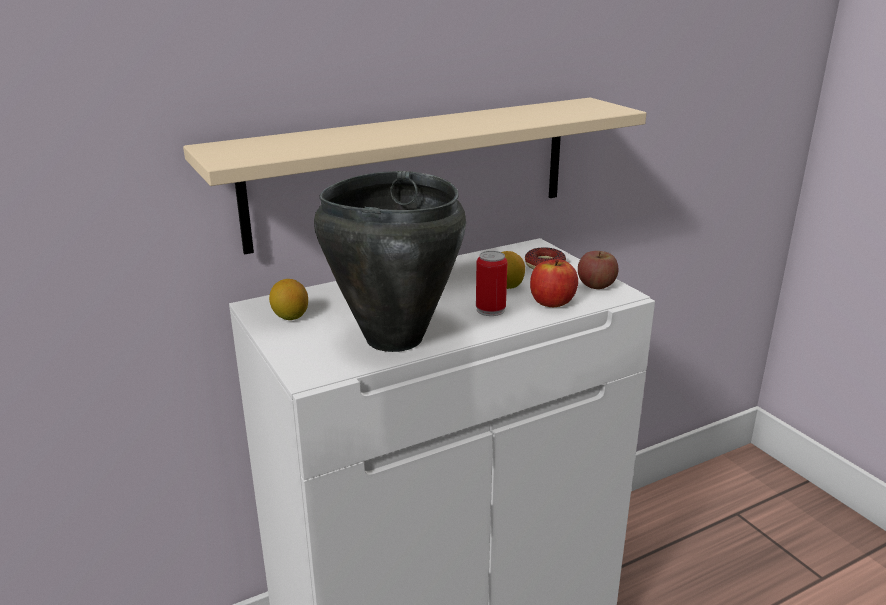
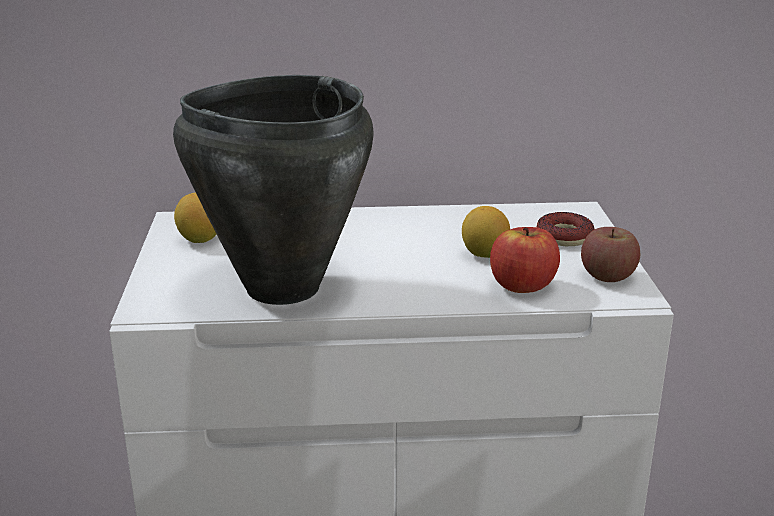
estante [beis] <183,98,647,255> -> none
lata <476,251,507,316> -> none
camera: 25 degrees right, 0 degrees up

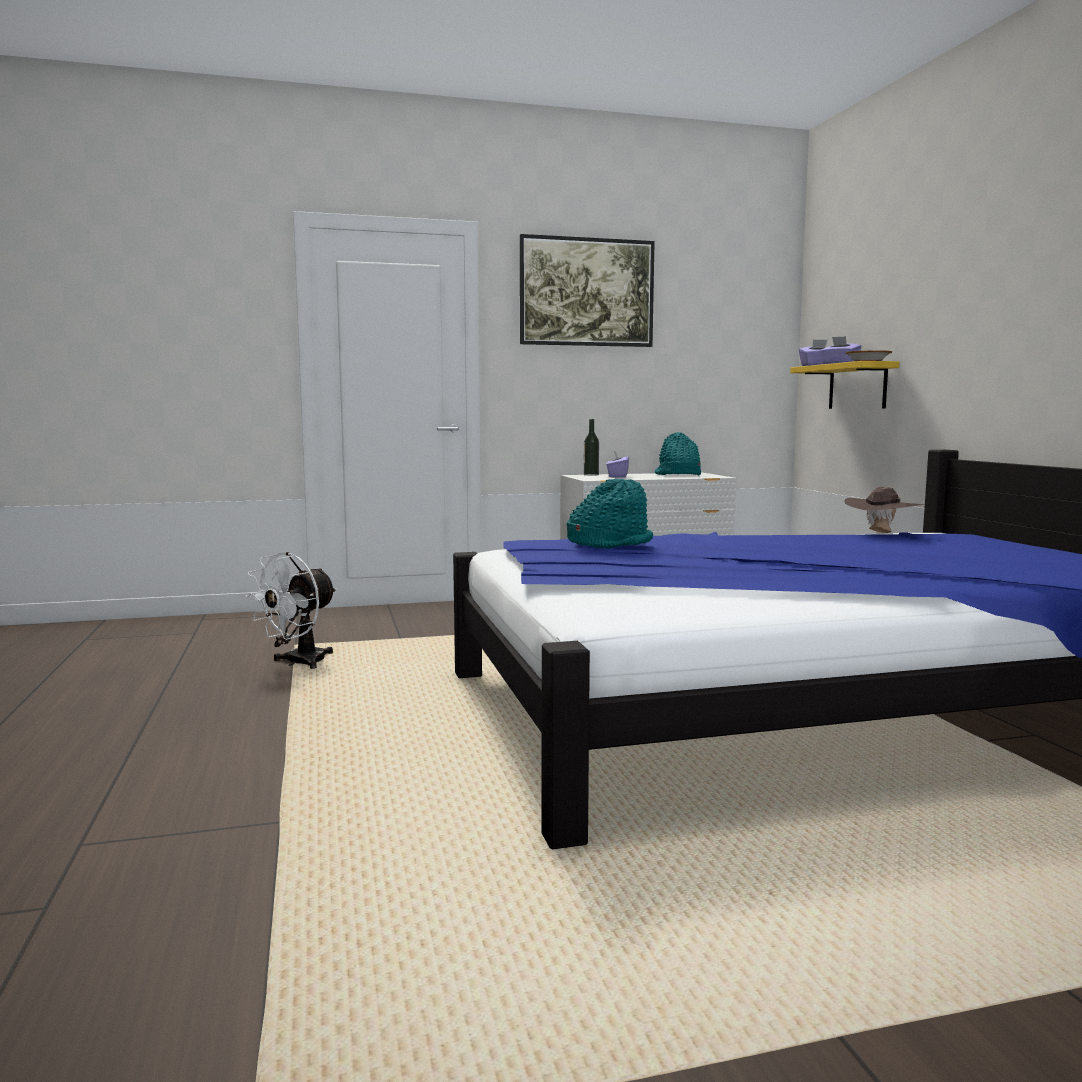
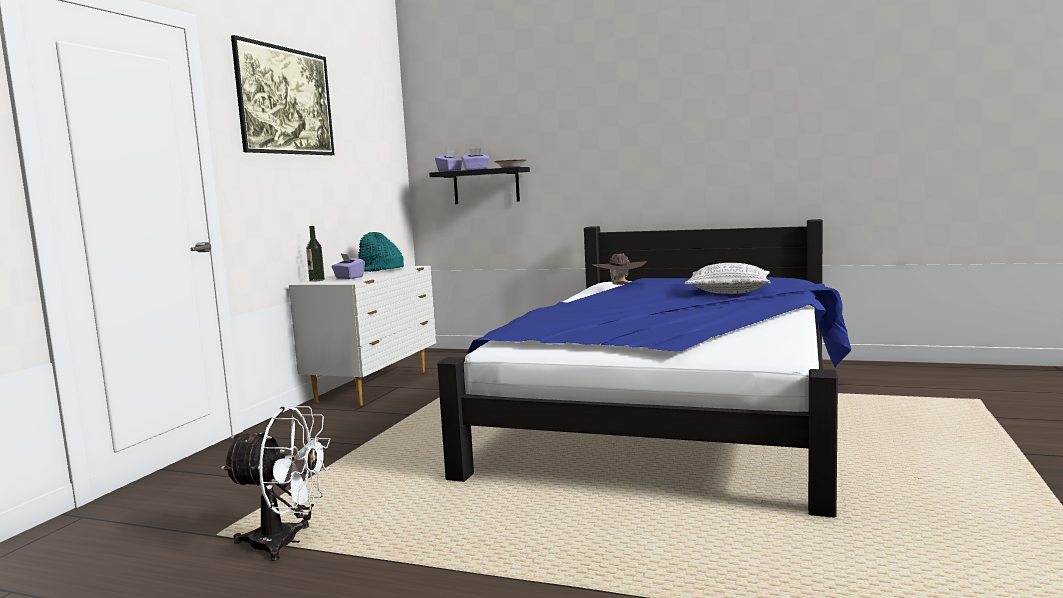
ventilador [blanco] <245,552,337,669> -> ventilador [blanco] <221,406,331,561>, 60 degrees counterclockwise
estante [amarillo] <790,361,899,409> -> estante [negro] <429,167,530,204>
none -> cojín <685,263,771,294>
sombrero [turquesa] <567,479,653,549> -> none
camera: 55 degrees left, 0 degrees up

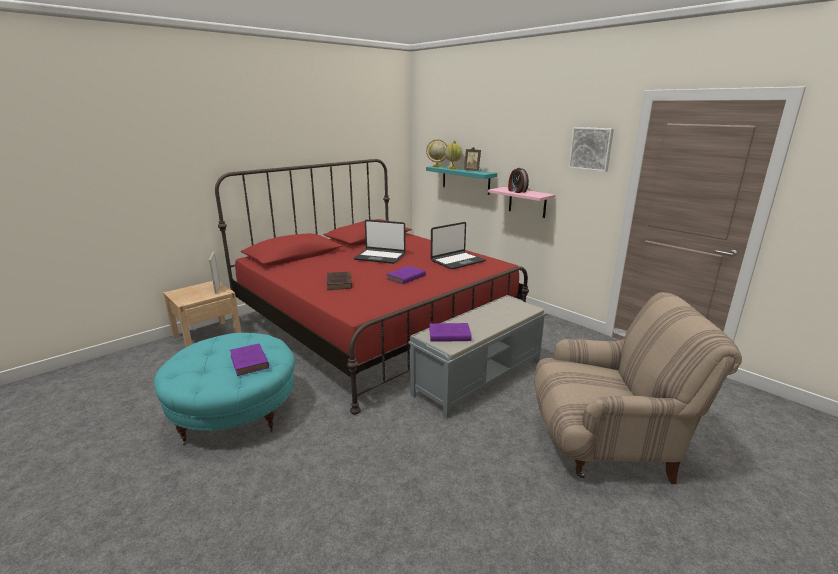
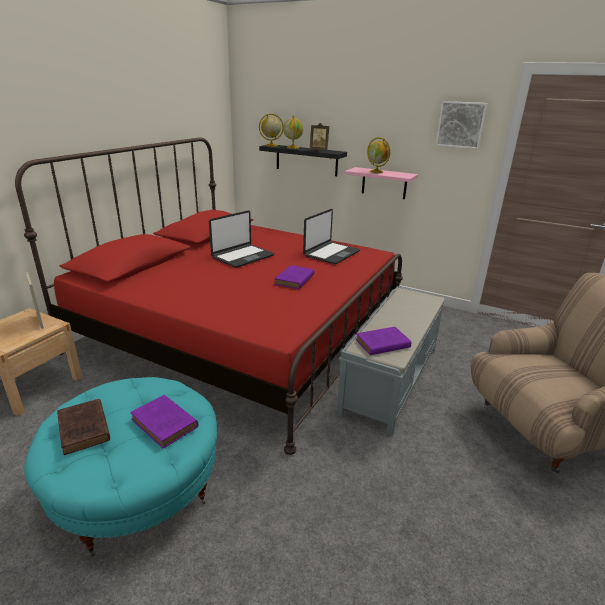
libro [marrón] <327,271,352,290> -> libro [marrón] <57,399,110,455>, relocated
portátil <354,220,406,264> -> portátil <209,210,275,268>, 45 degrees counterclockwise
estante [turquesa] <426,166,497,195> -> estante [negro] <259,145,347,176>
despertador <508,168,529,193> -> globo terráqueo <367,137,390,173>
camera: 20 degrees left, 5 degrees up

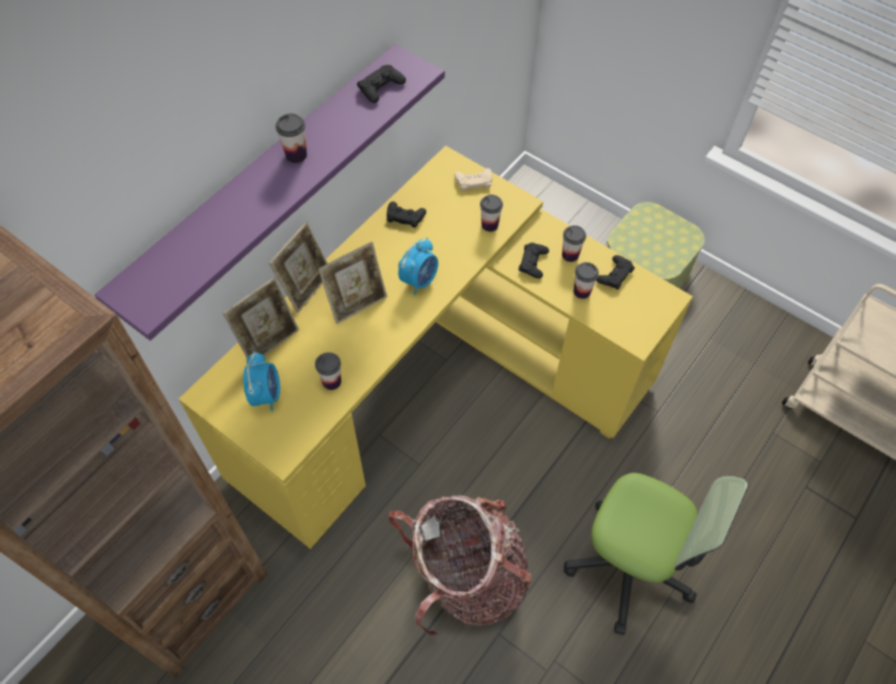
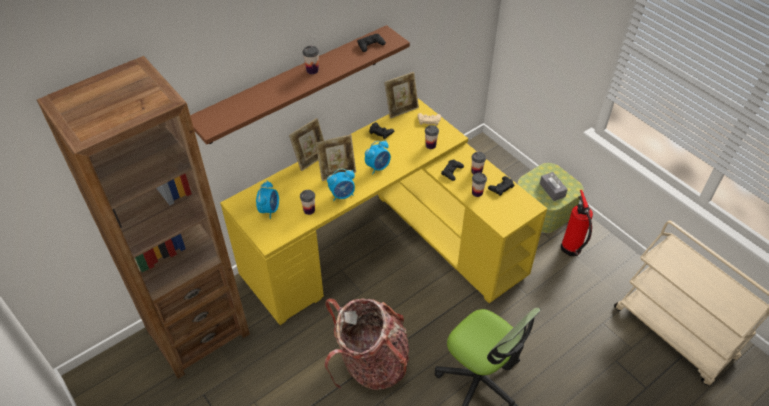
estante [morado] <95,44,445,341> -> estante [marrón] <190,25,410,145>
none -> despertador <327,169,355,201>
portarretratos <223,277,299,358> -> portarretratos <384,72,419,119>, relocated
none -> caja de pañuelos [gris] <540,172,568,201>
none -> extintor <561,190,593,256>
camera: 15 degrees right, 10 degrees down

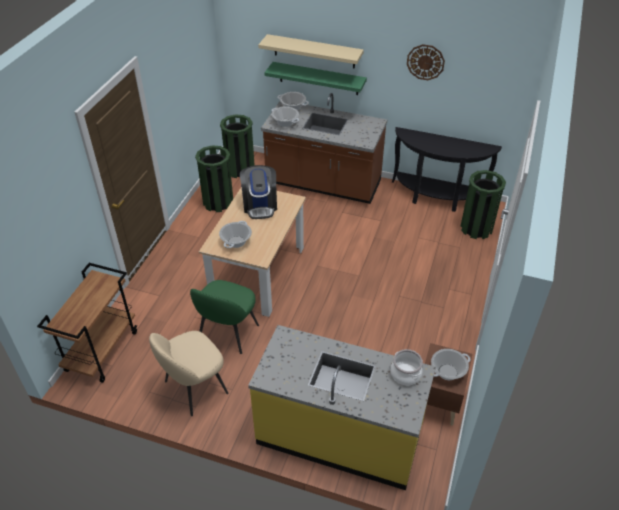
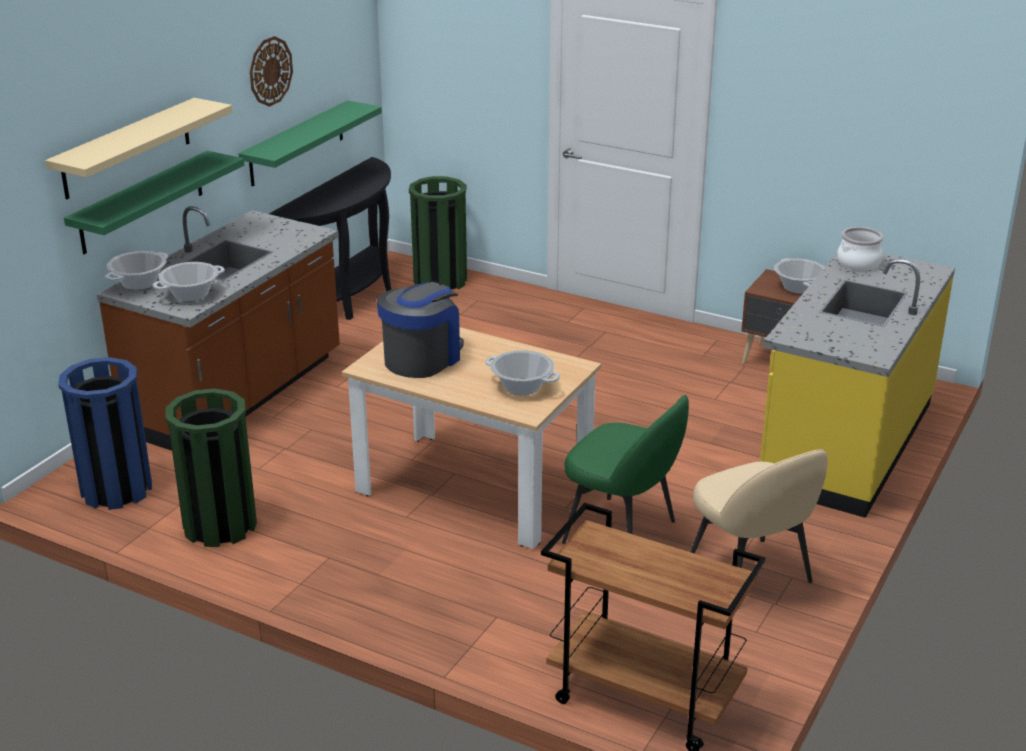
papelera [verde] <220,114,255,178> -> papelera [azul] <58,357,152,510>
none -> estante [verde] <238,100,382,187>
cafetera <240,165,277,219> -> cafetera <377,281,464,378>, 60 degrees counterclockwise
camera: 80 degrees left, 15 degrees down

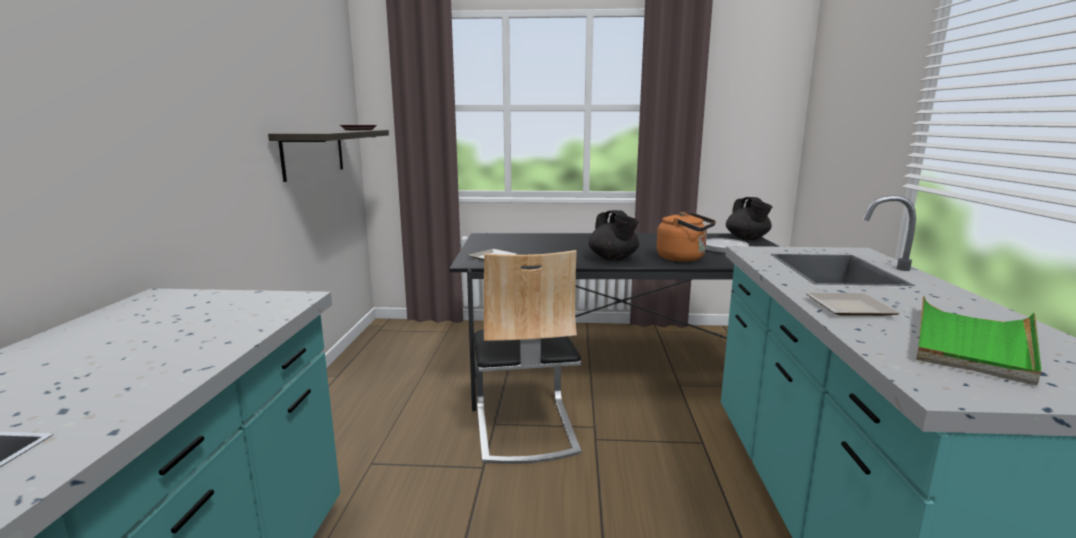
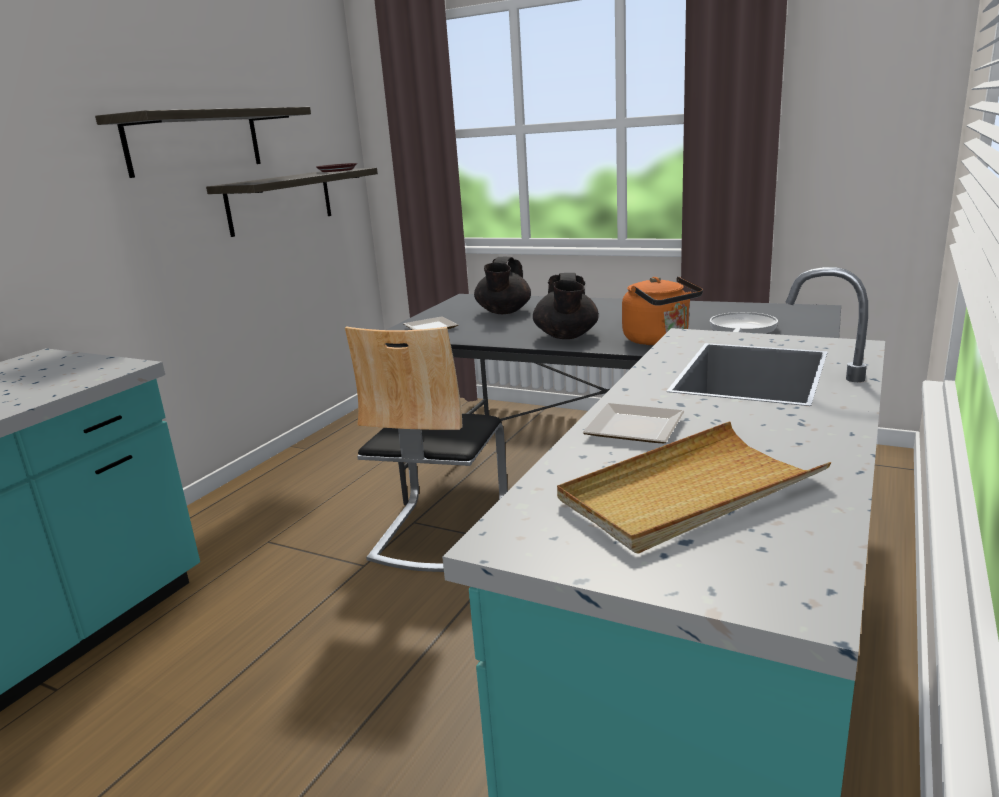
none -> estante <95,107,311,178>
tetera [negro] <726,197,772,240> -> tetera [negro] <474,257,531,314>, relocated
bandeja [verde] <916,296,1041,385> -> bandeja [beis] <557,421,832,554>
camera: 25 degrees right, 5 degrees up

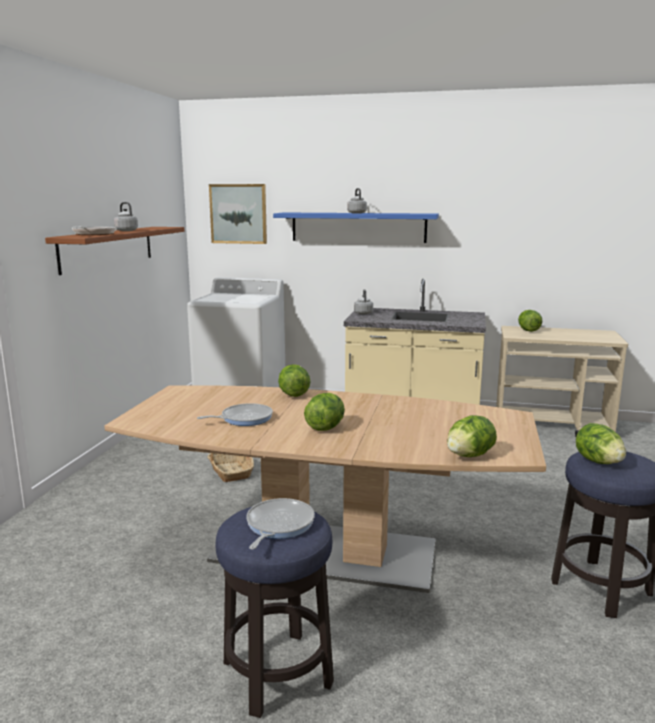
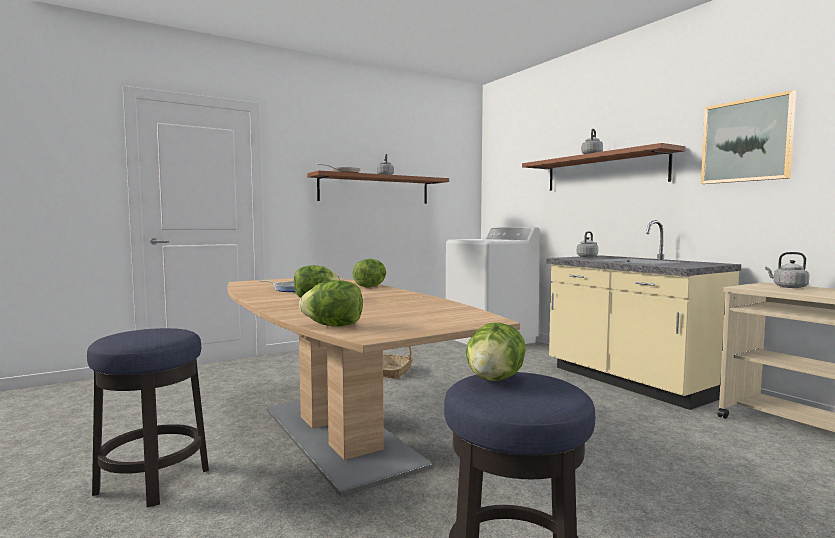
estante [azul] <273,213,439,243> -> estante [marrón] <522,143,685,191>
cuadro <209,184,267,244> -> cuadro <701,90,796,184>, relocated
lechuga <518,310,542,332> -> hervidor [gris] <765,252,809,288>
sartén <246,498,315,549> -> none
camera: 45 degrees right, 10 degrees down

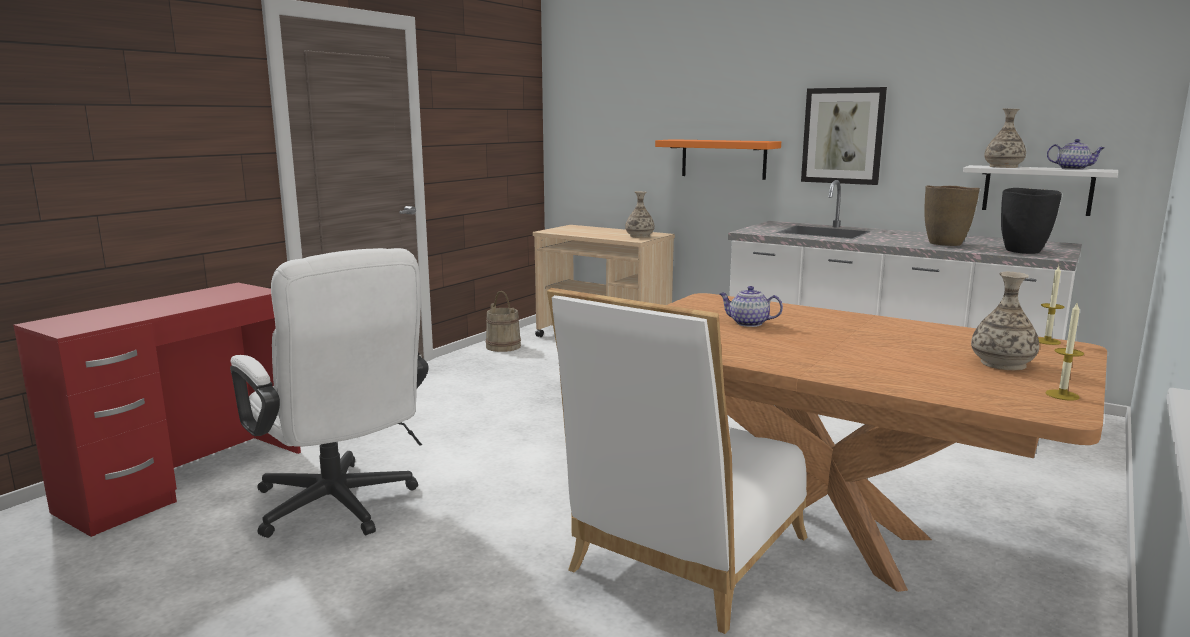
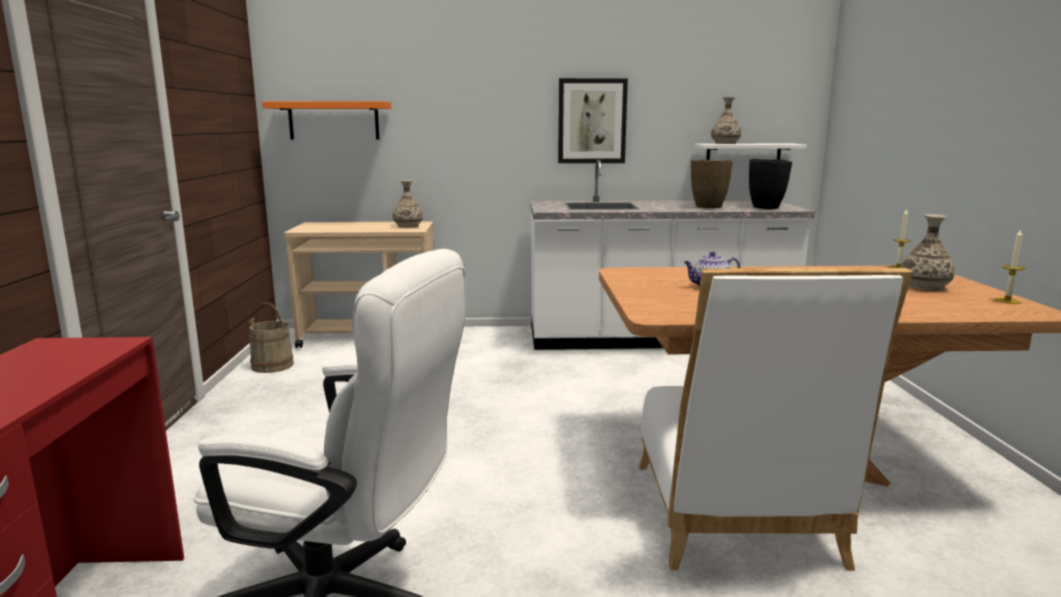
estante [naranja] <655,139,781,180> -> estante [naranja] <262,101,391,139>, relocated
tetera <1047,139,1105,170> -> none
camera: 35 degrees left, 0 degrees up

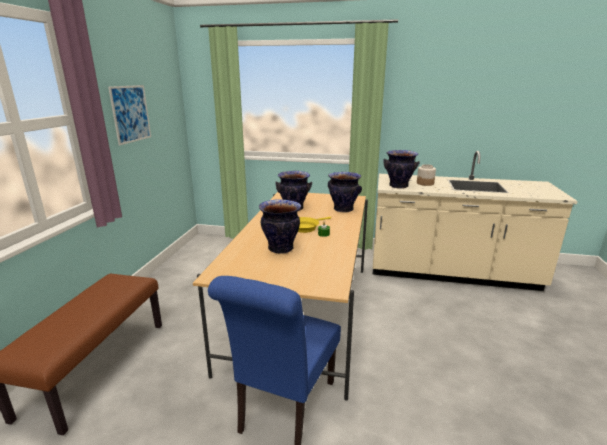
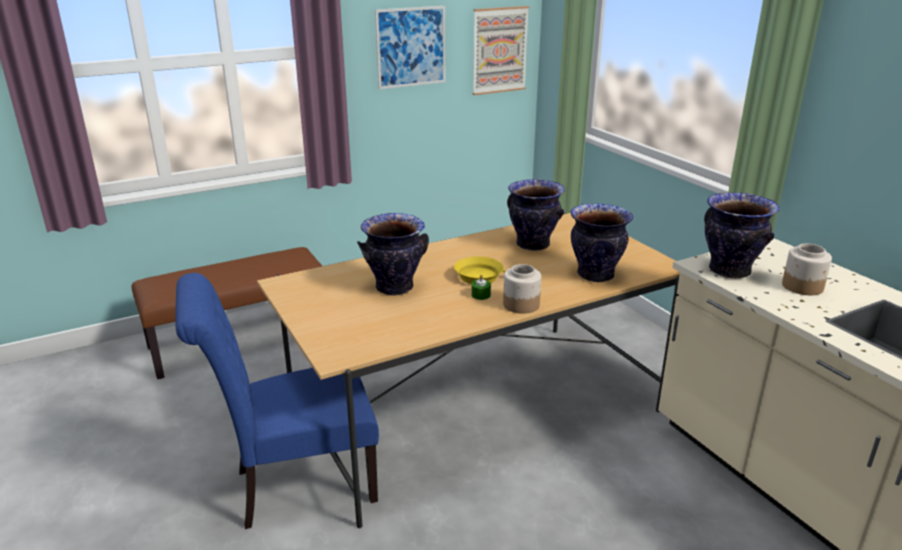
none -> cuadro <472,6,529,95>
none -> tarro <503,264,541,314>
camera: 50 degrees right, 5 degrees up

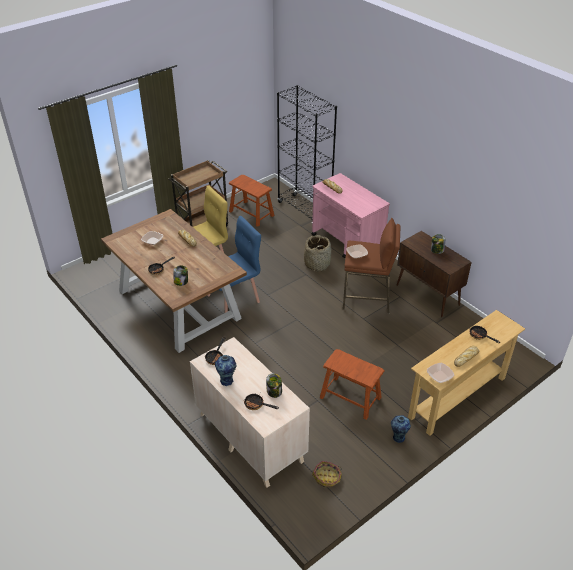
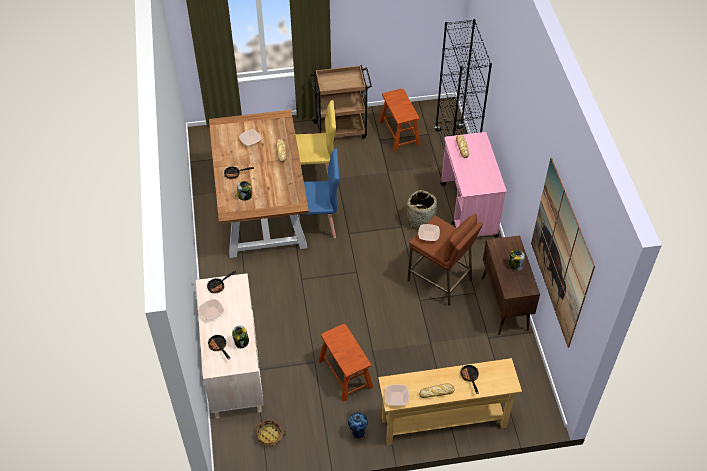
florero <215,355,237,386> -> cuenco <198,299,224,320>
none -> cuadro <531,158,595,348>
camera: 30 degrees right, 10 degrees up

